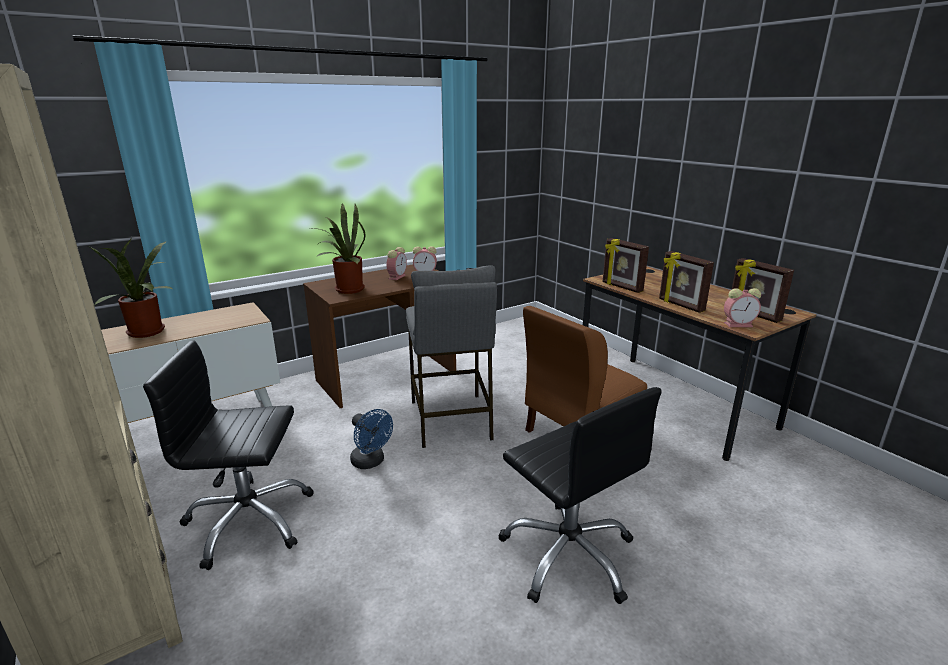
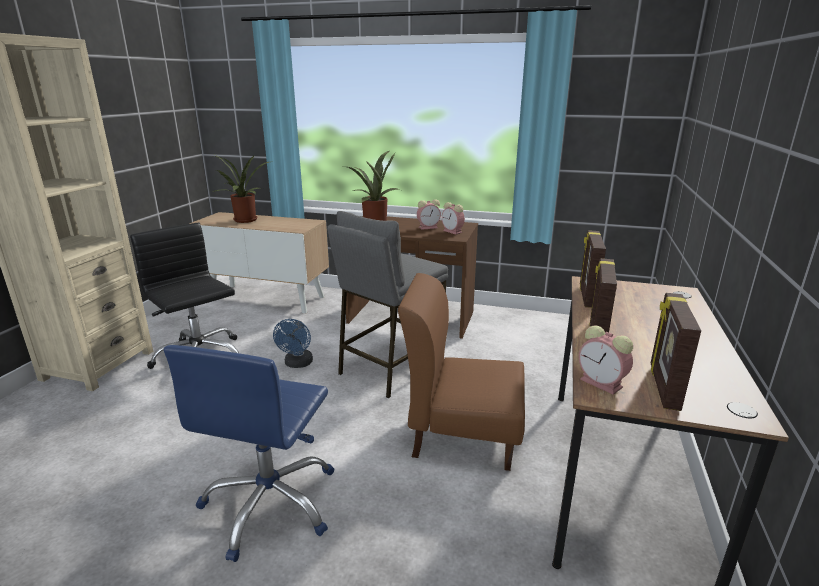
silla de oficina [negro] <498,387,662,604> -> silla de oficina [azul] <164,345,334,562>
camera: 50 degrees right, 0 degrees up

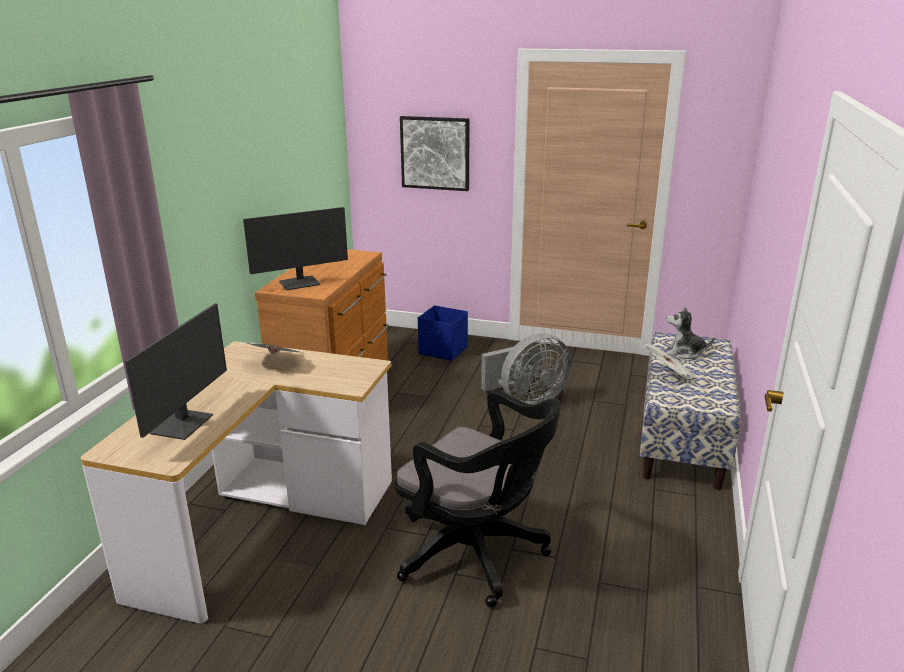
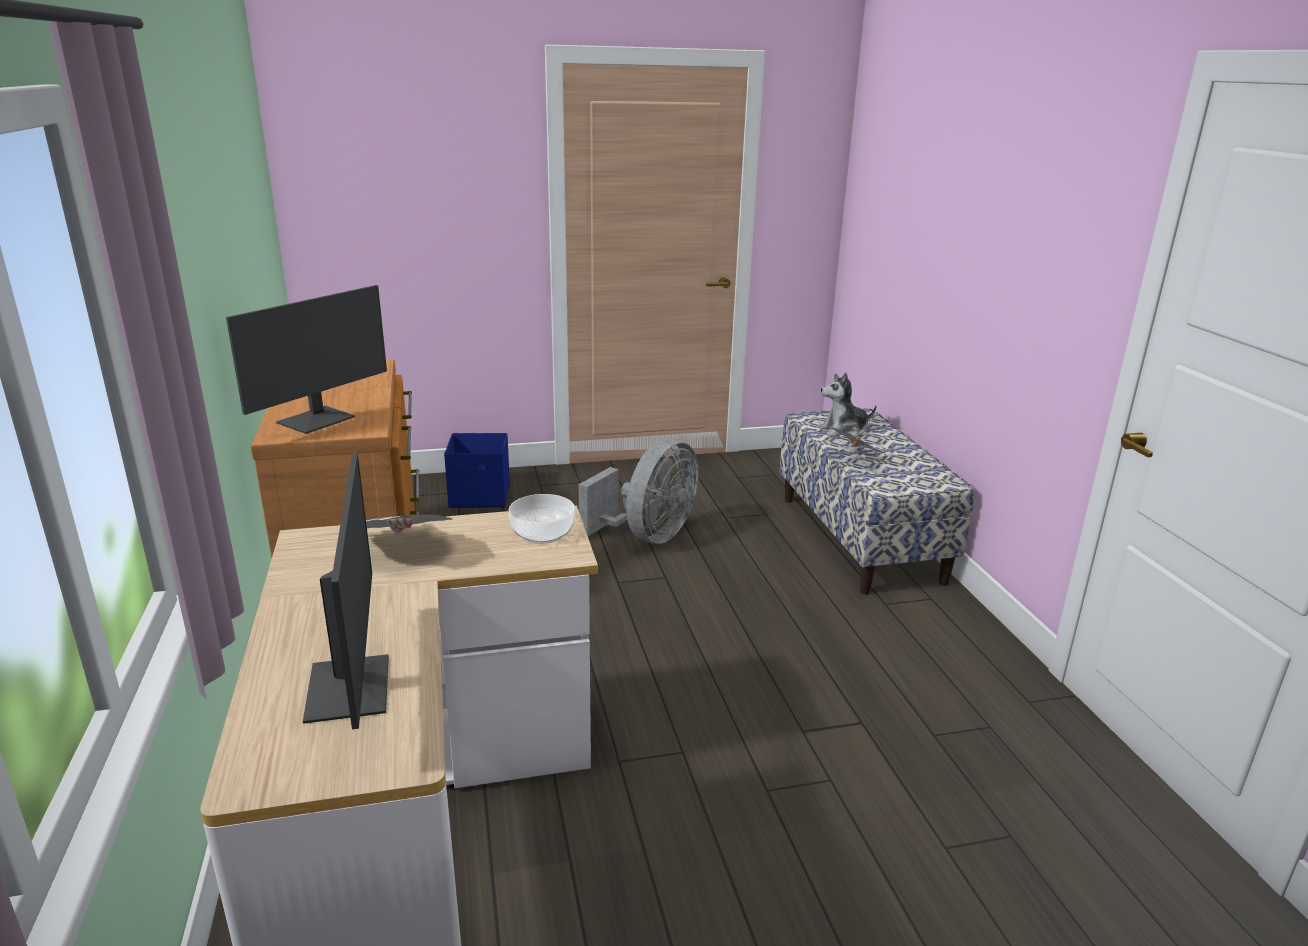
none -> cuenco <509,494,575,544>
silla de oficina [negro] <394,390,561,608> -> none
cuadro <400,116,470,191> -> none
camera: 30 degrees left, 0 degrees up

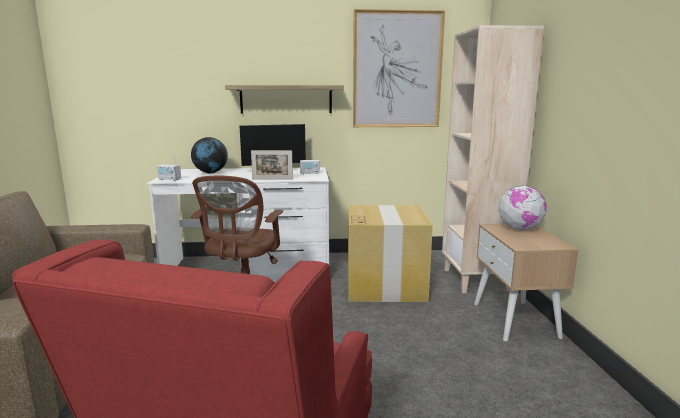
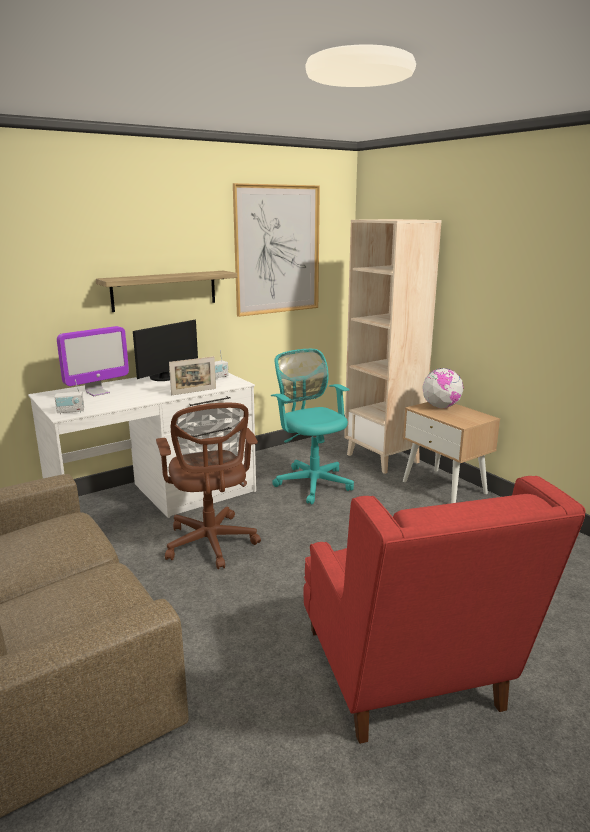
globo terráqueo <191,137,228,173> -> monitor <57,326,129,396>
caja de cartón <348,205,433,302> -> silla de oficina [turquesa] <271,349,354,504>
camera: 30 degrees left, 5 degrees up

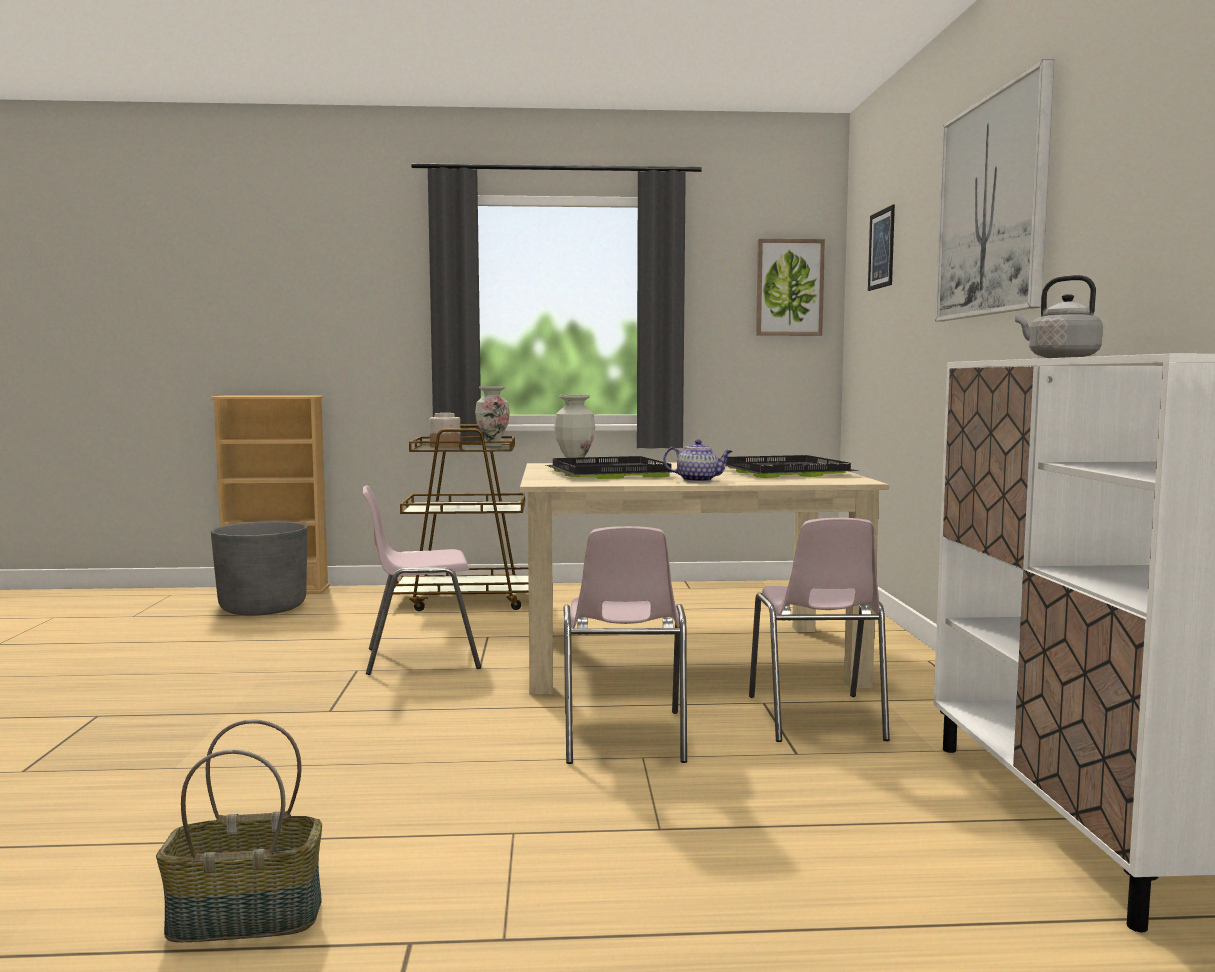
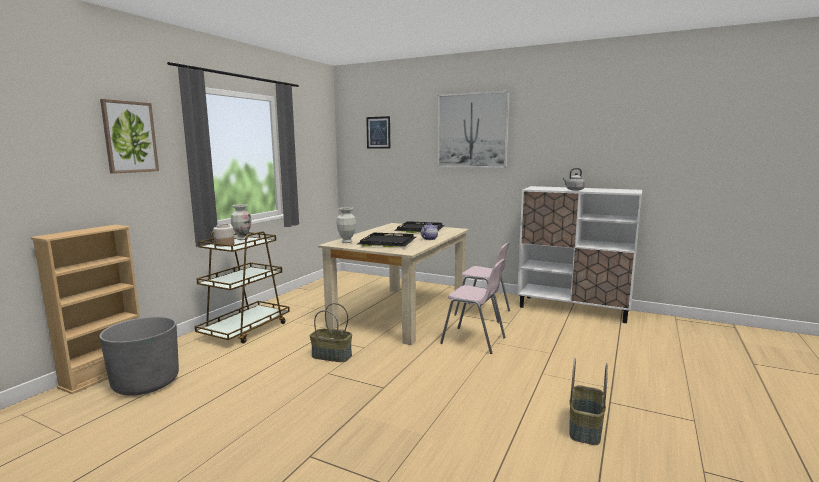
cuadro <756,239,825,336> -> cuadro <100,99,159,174>, relocated
silla [rosa] <363,485,481,675> -> cesta <310,303,352,362>
camera: 60 degrees left, 5 degrees up

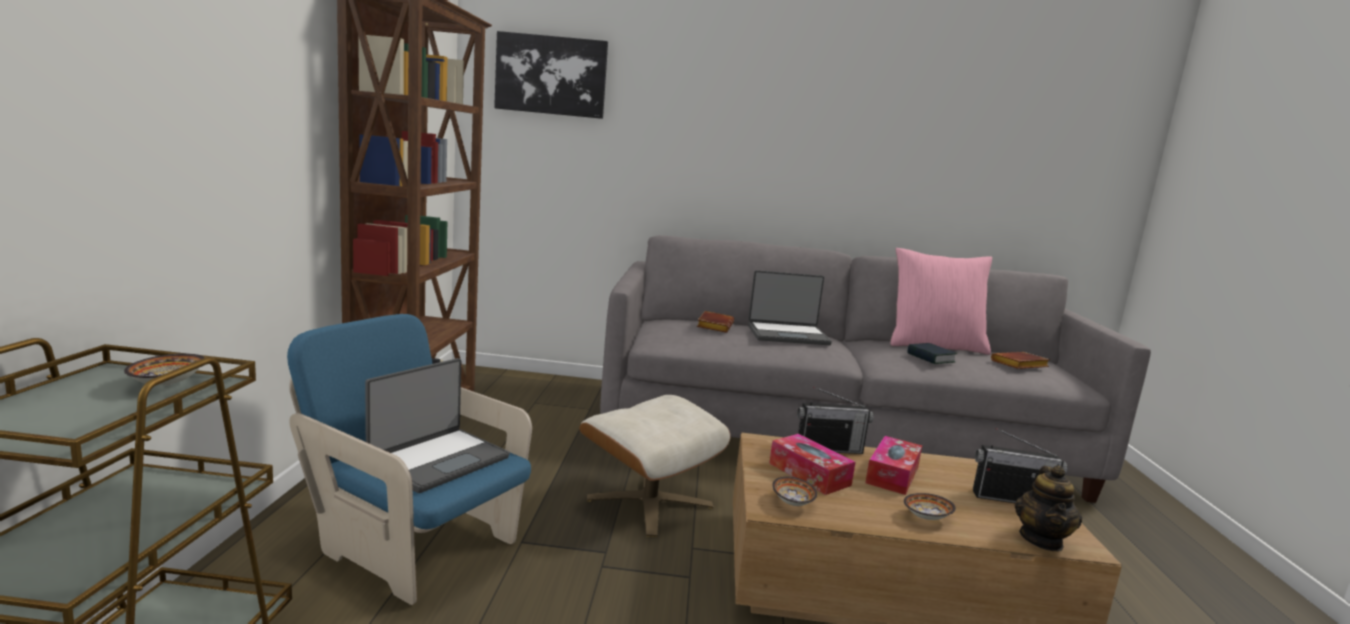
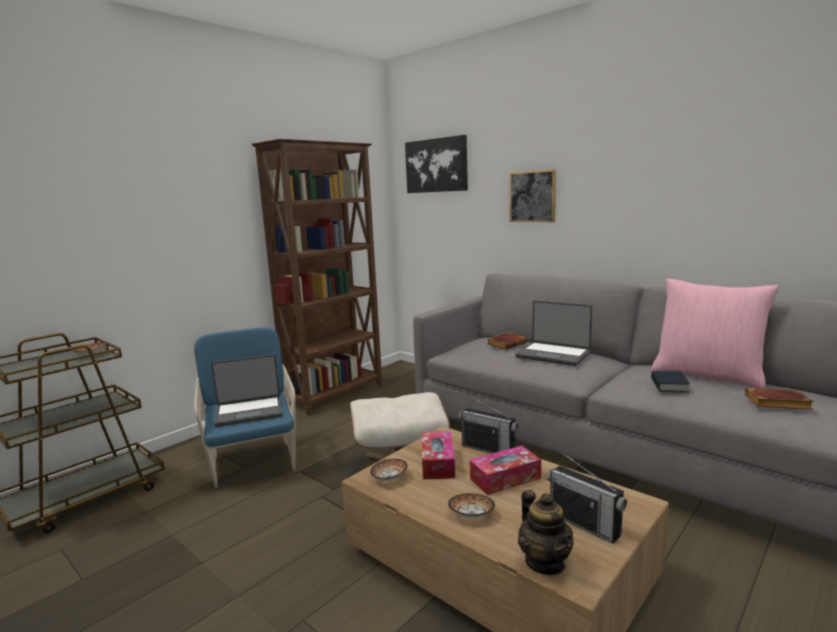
none -> cuadro <510,169,556,222>
tetera <1015,465,1082,551> -> tetera <518,490,574,575>, 75 degrees counterclockwise
camera: 40 degrees right, 0 degrees up

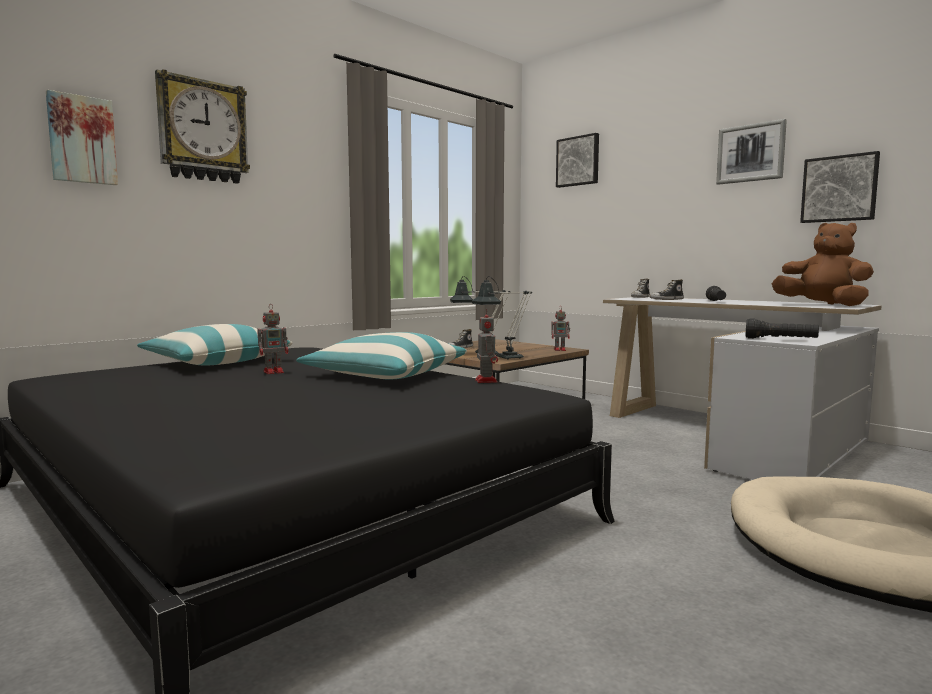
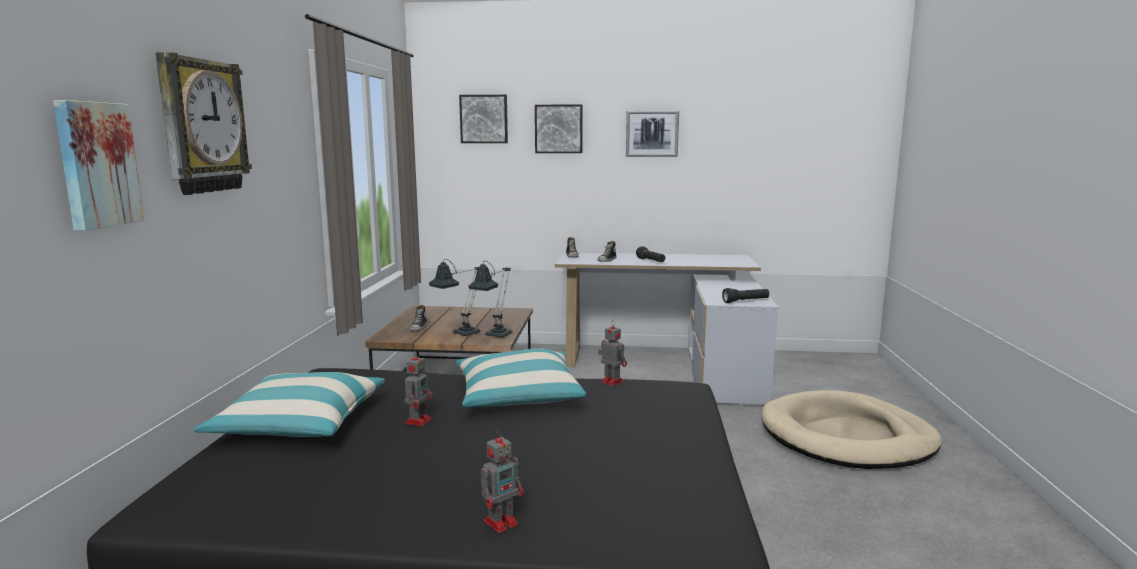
robot de juguete <551,306,570,351> -> robot de juguete <481,430,524,533>, relocated
cuadro <800,151,880,223> -> cuadro <535,104,583,153>, relocated
peluche [marrón] <772,223,874,306> -> none
camera: 40 degrees left, 5 degrees up

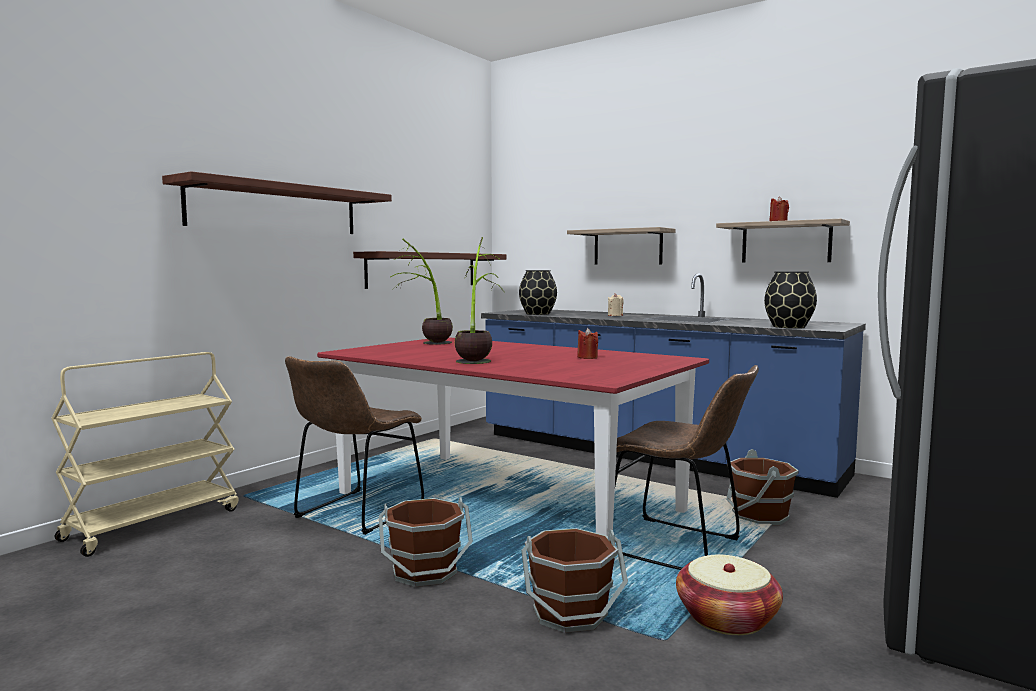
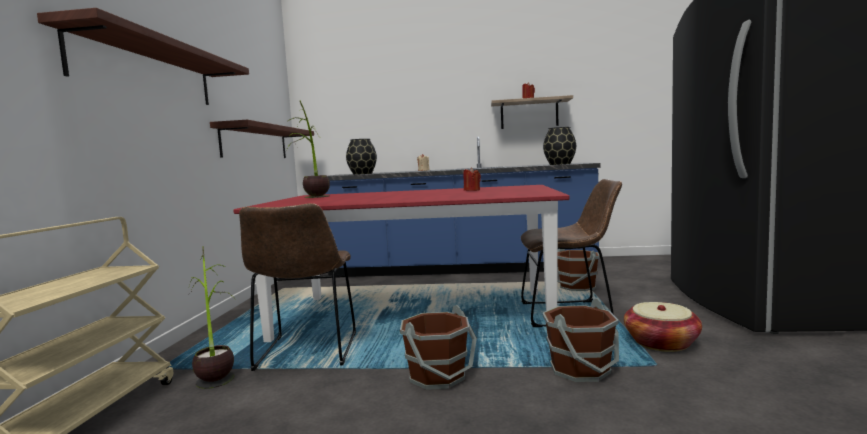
planta en maceta <455,237,504,364> -> planta en maceta <189,246,235,389>, relocated
estante <567,227,675,265> -> none
camera: 30 degrees left, 0 degrees up

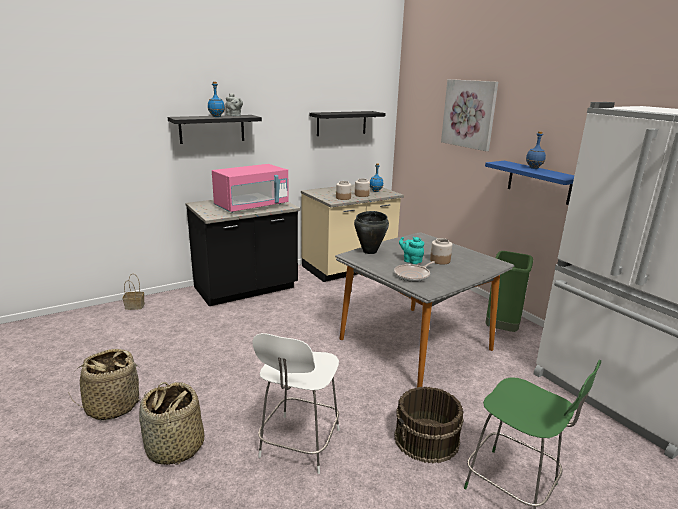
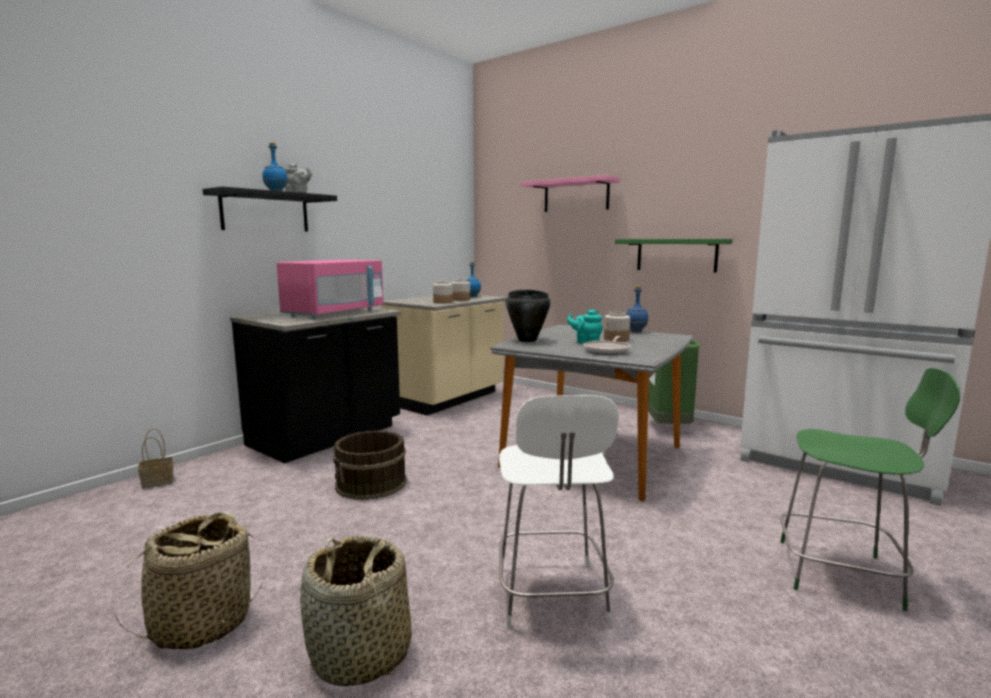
cubo [marrón] <394,387,464,464> -> cubo [marrón] <333,431,407,500>, relocated
cuadro <441,79,498,151> -> estante [rosa] <521,175,620,212>
estante [azul] <485,161,574,205> -> estante [verde] <615,239,732,273>
botella [azul] <526,131,546,169> -> botella [azul] <626,287,648,332>, relocated
estante [negro] <310,111,386,136> -> none
camera: 20 degrees left, 10 degrees down

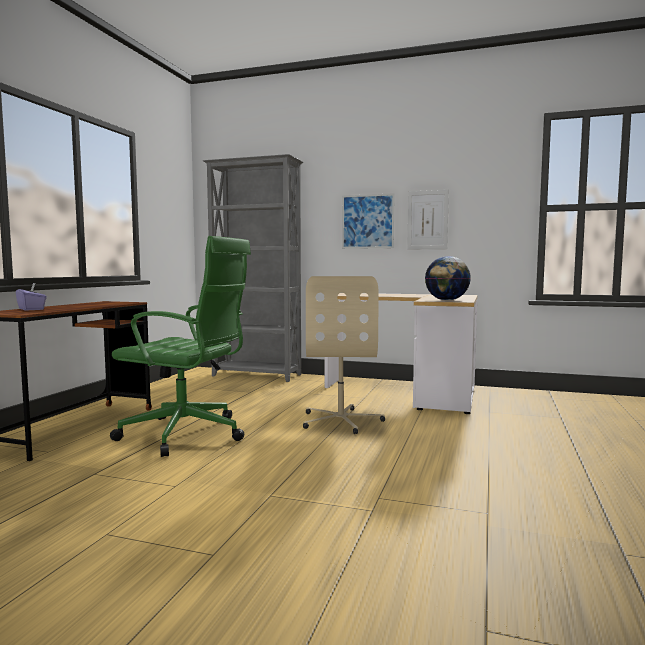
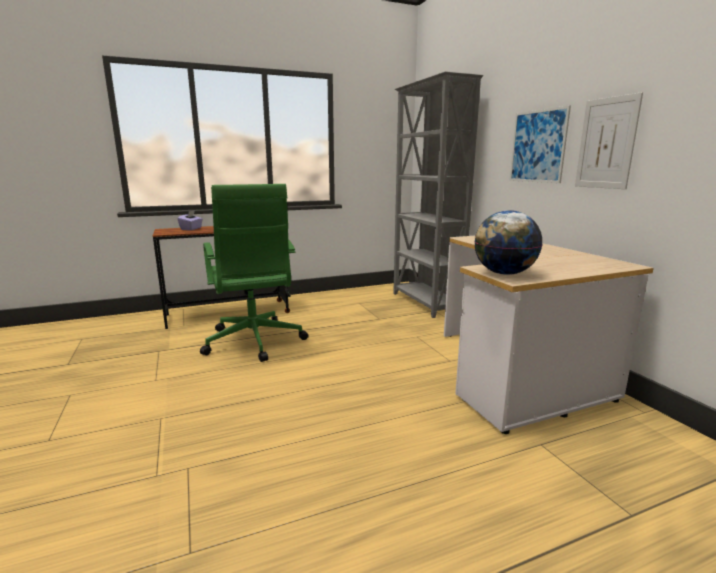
silla de oficina [beis] <303,276,385,434> -> none
camera: 50 degrees right, 10 degrees up

